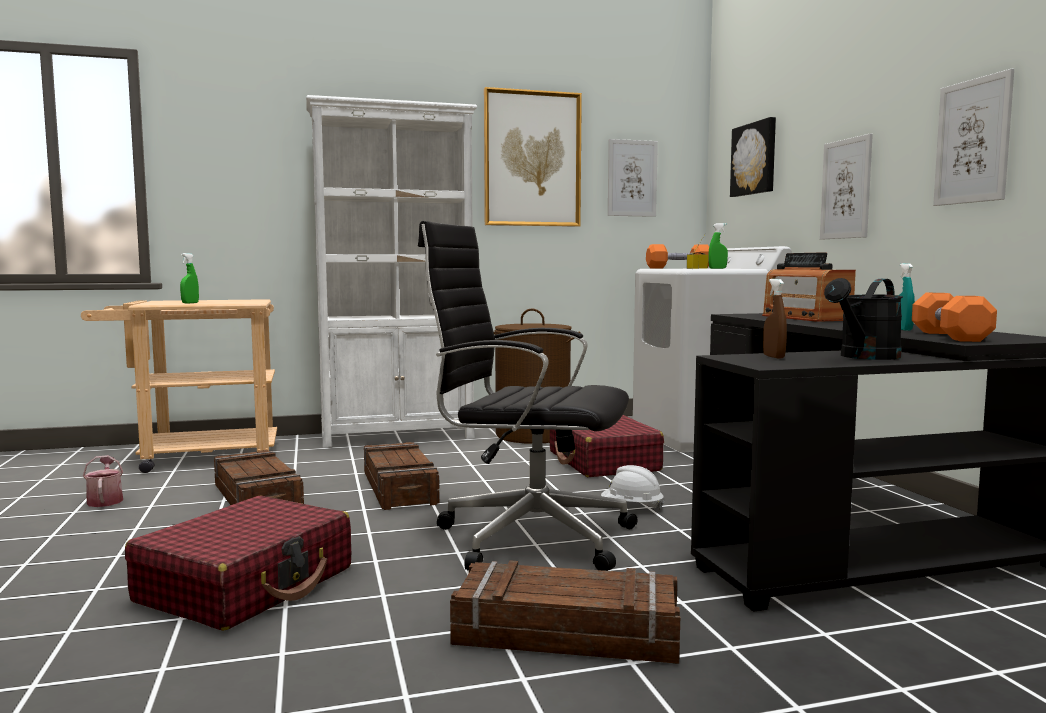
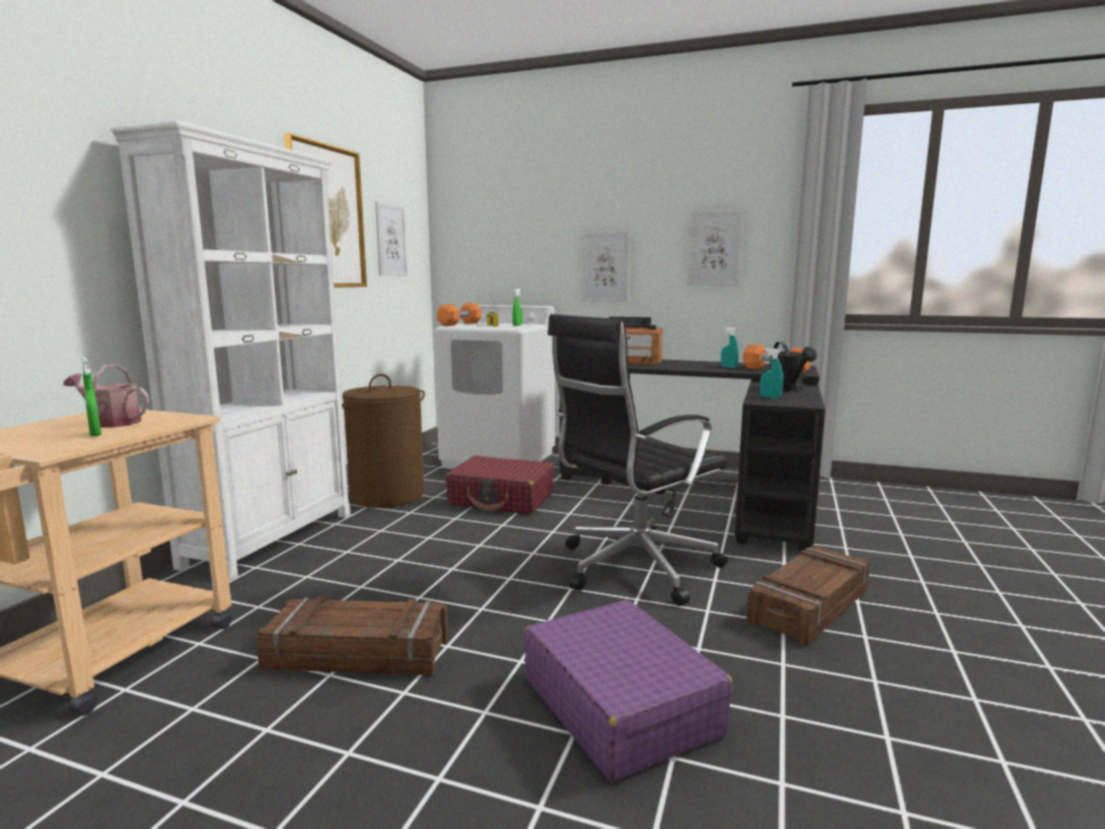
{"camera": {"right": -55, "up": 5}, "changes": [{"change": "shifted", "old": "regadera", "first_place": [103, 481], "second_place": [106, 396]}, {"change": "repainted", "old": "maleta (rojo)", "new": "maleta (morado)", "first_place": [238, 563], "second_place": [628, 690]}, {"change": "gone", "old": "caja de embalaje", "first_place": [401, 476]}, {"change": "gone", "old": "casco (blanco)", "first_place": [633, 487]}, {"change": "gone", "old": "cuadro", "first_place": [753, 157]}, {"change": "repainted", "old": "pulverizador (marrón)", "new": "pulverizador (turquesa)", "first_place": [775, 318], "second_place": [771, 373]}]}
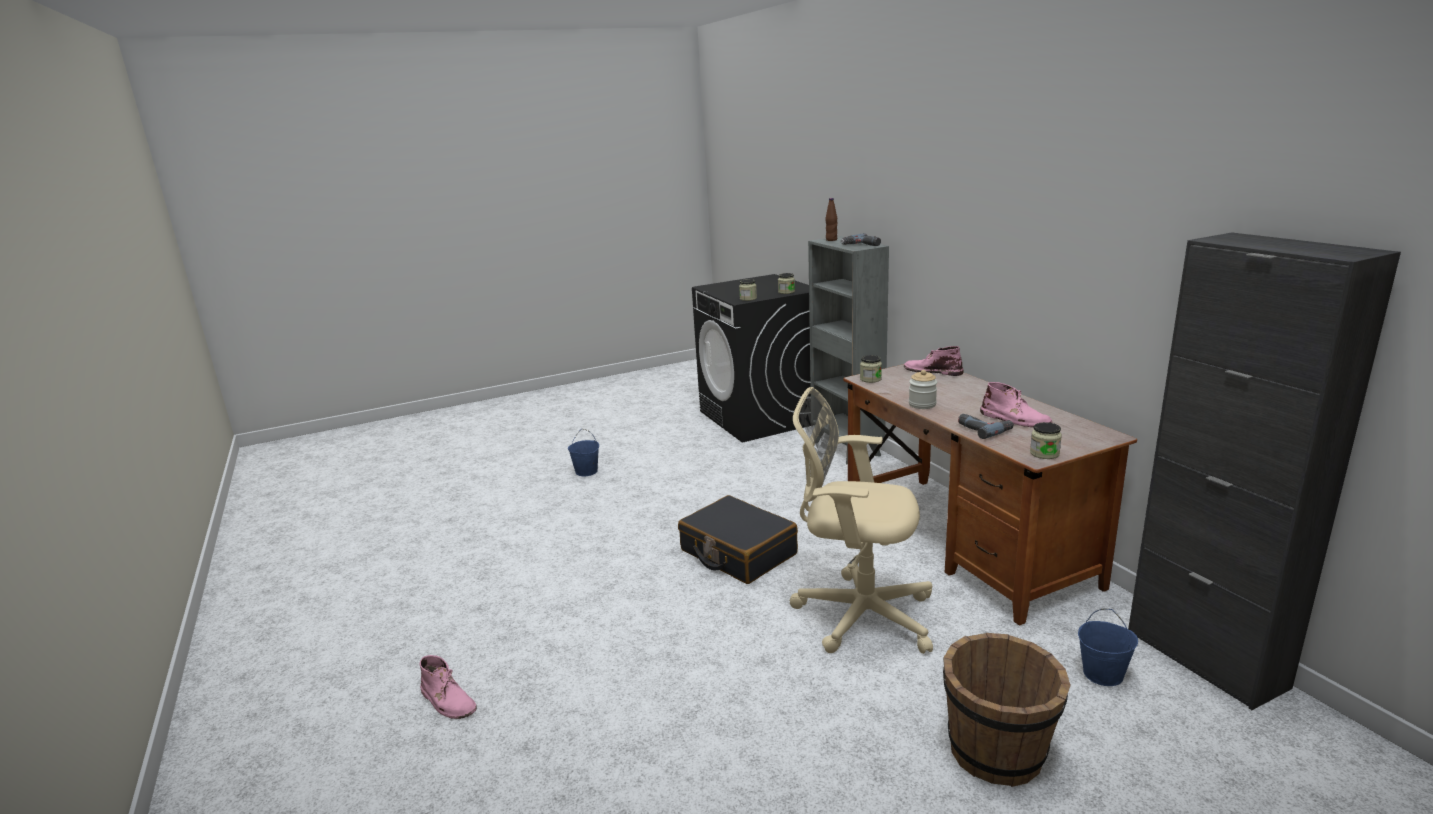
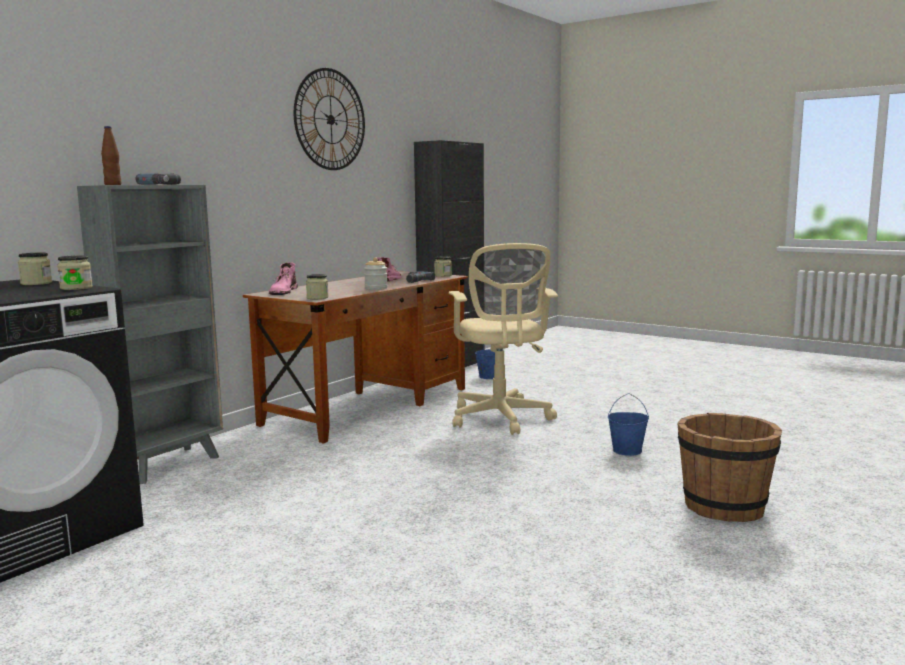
{"camera": {"right": -120, "up": -10}, "changes": [{"change": "gone", "old": "bota (rosa)", "first_place": [448, 687]}, {"change": "shifted", "old": "cubo (azul)", "first_place": [583, 452], "second_place": [628, 424]}, {"change": "gone", "old": "maleta (negro)", "first_place": [738, 539]}, {"change": "shifted", "old": "cubo (marrón)", "first_place": [1007, 710], "second_place": [729, 467]}, {"change": "new", "new": "reloj de pared", "second_place": [329, 119]}]}
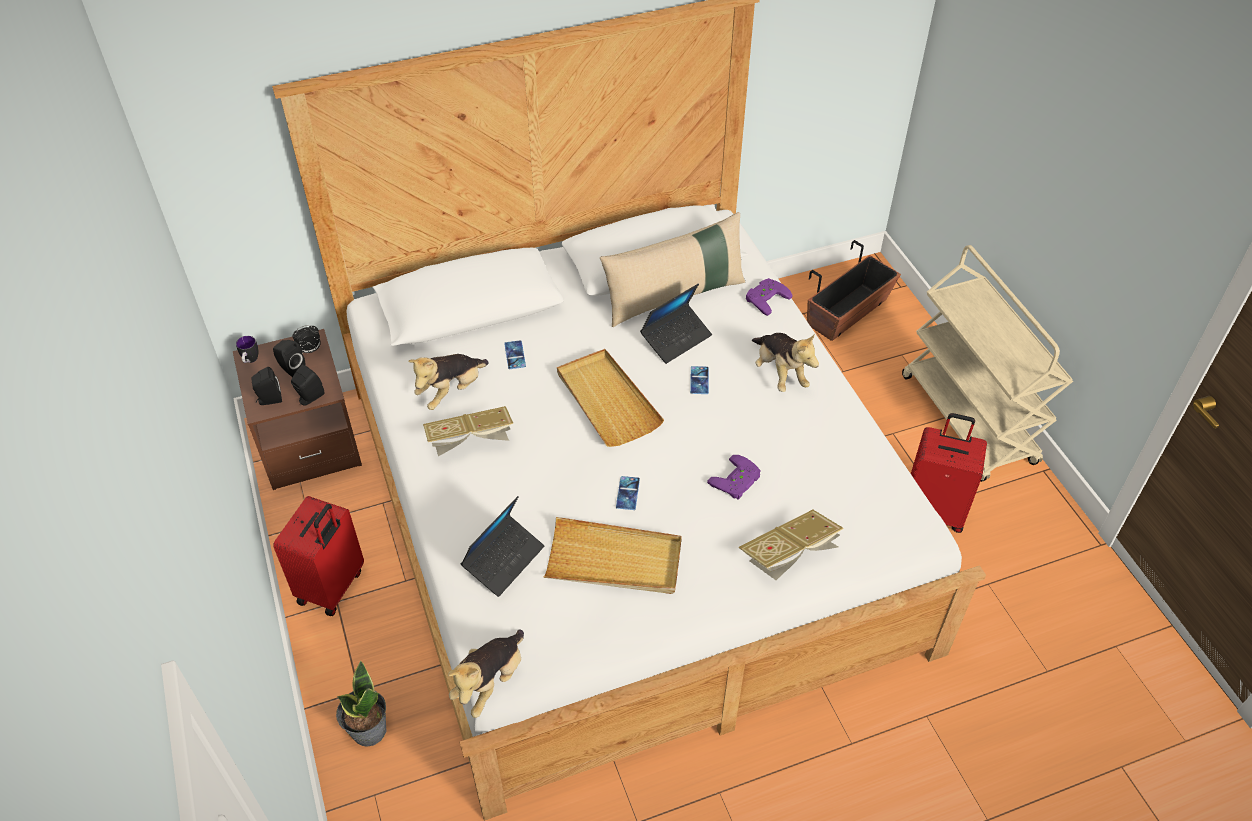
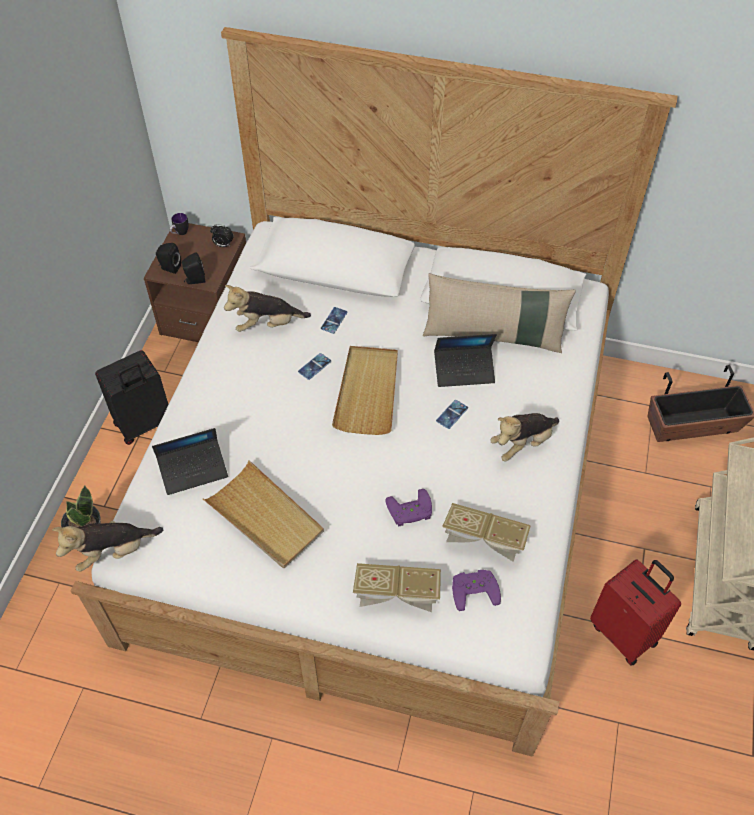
{"camera": {"right": 35, "up": 5}, "changes": [{"change": "gone", "old": "altavoz (negro)", "first_place": [289, 358]}, {"change": "repainted", "old": "maleta (rojo)", "new": "maleta (negro)", "first_place": [318, 556], "second_place": [132, 397]}, {"change": "shifted", "old": "libro", "first_place": [468, 431], "second_place": [486, 532]}, {"change": "shifted", "old": "móvil", "first_place": [628, 493], "second_place": [314, 366]}, {"change": "shifted", "old": "mando de consola (morado)", "first_place": [769, 297], "second_place": [476, 590]}, {"change": "rotated", "old": "peluche", "first_place": [785, 362], "second_place": [524, 437], "degrees": 45}]}
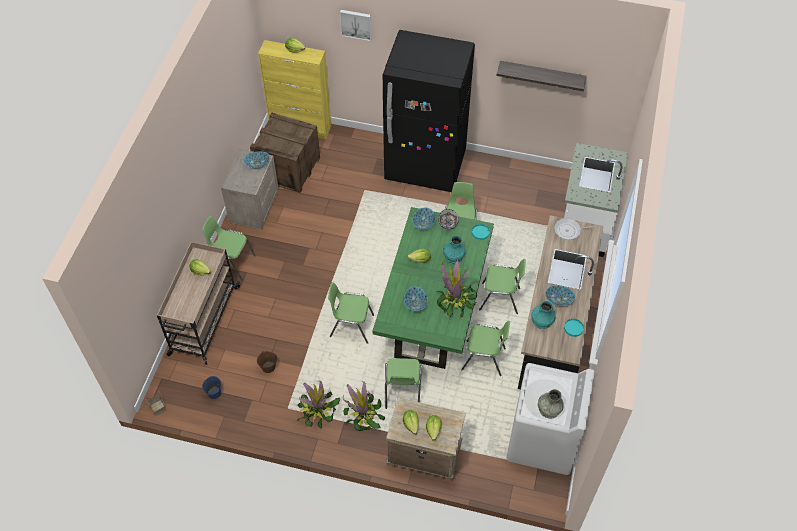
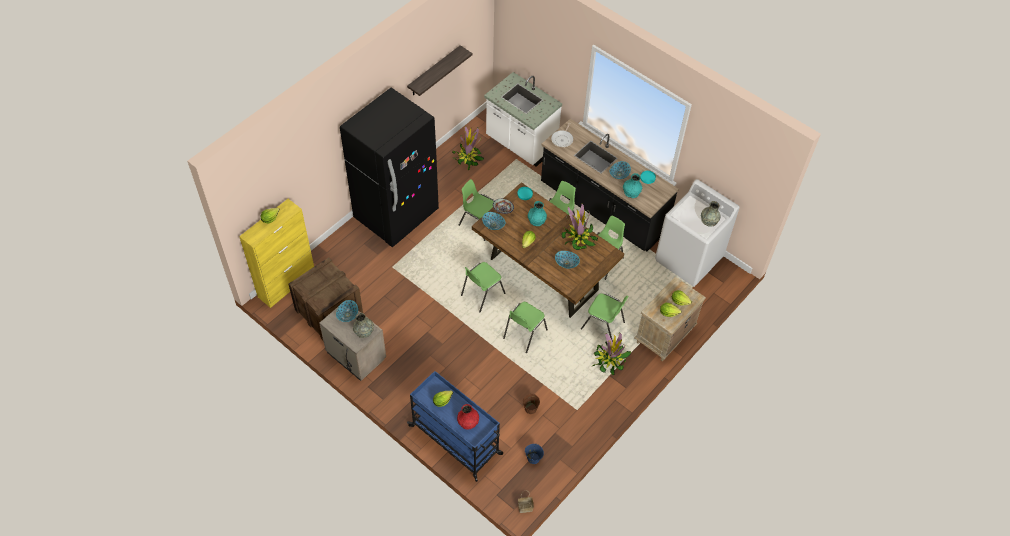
{"camera": {"right": -65, "up": 0}, "changes": [{"change": "repainted", "old": "carrito (beis)", "new": "carrito (azul)", "first_place": [198, 303], "second_place": [455, 426]}, {"change": "shifted", "old": "silla (verde)", "first_place": [229, 248], "second_place": [483, 287]}, {"change": "shifted", "old": "planta en maceta", "first_place": [318, 405], "second_place": [468, 148]}, {"change": "gone", "old": "cuadro", "first_place": [356, 25]}, {"change": "repainted", "old": "mesa de comedor (verde)", "new": "mesa de comedor (marrón)", "first_place": [433, 288], "second_place": [548, 250]}, {"change": "new", "new": "florero (gris)", "second_place": [363, 325]}, {"change": "new", "new": "florero (rojo)", "second_place": [468, 417]}]}
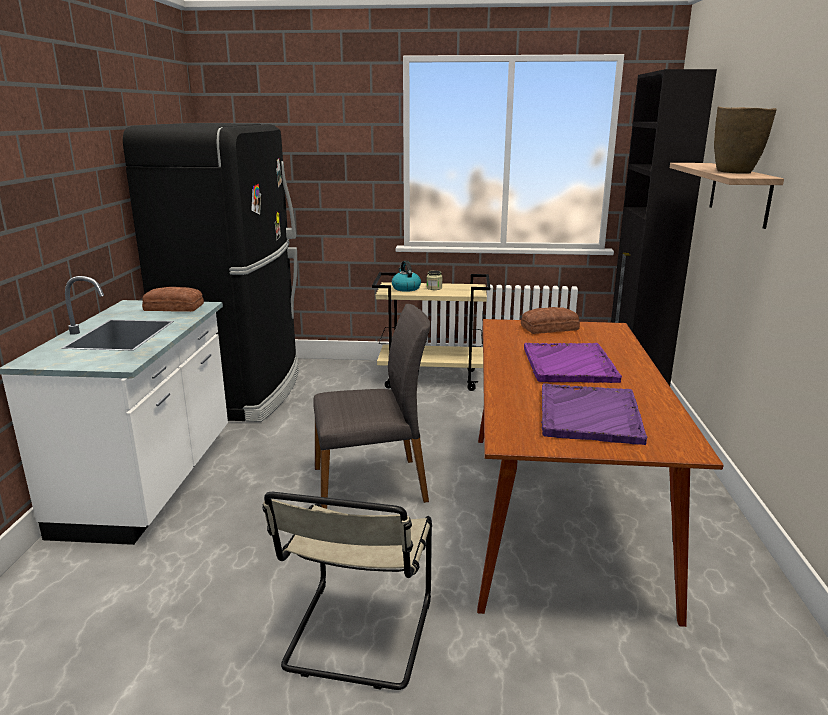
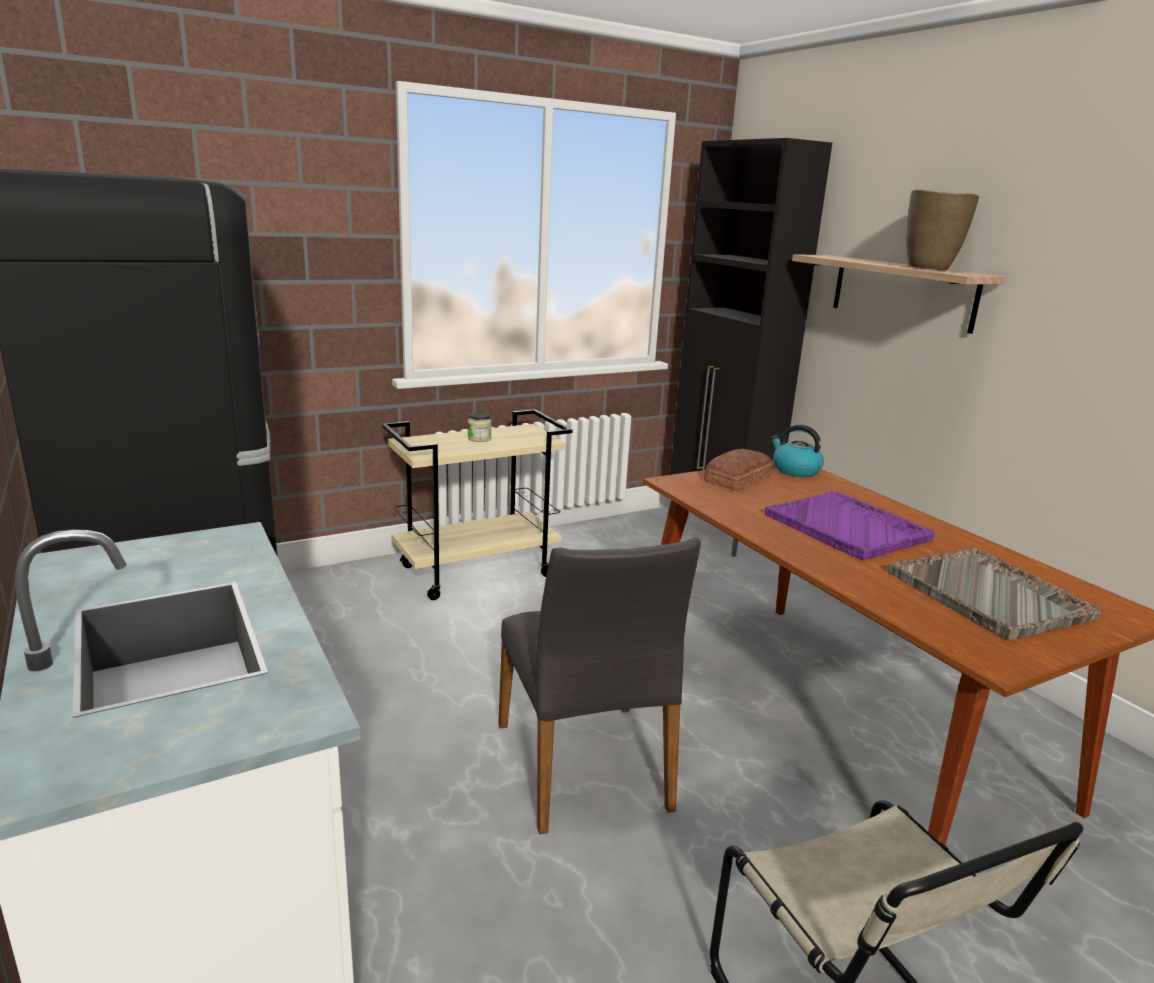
{"camera": {"right": -35, "up": 0}, "changes": [{"change": "gone", "old": "pan", "first_place": [173, 299]}, {"change": "rotated", "old": "silla (gris)", "first_place": [372, 406], "second_place": [599, 685], "degrees": 120}, {"change": "shifted", "old": "hervidor", "first_place": [406, 276], "second_place": [797, 451]}, {"change": "repainted", "old": "bandeja (morado)", "new": "bandeja (gris)", "first_place": [594, 414], "second_place": [995, 594]}]}
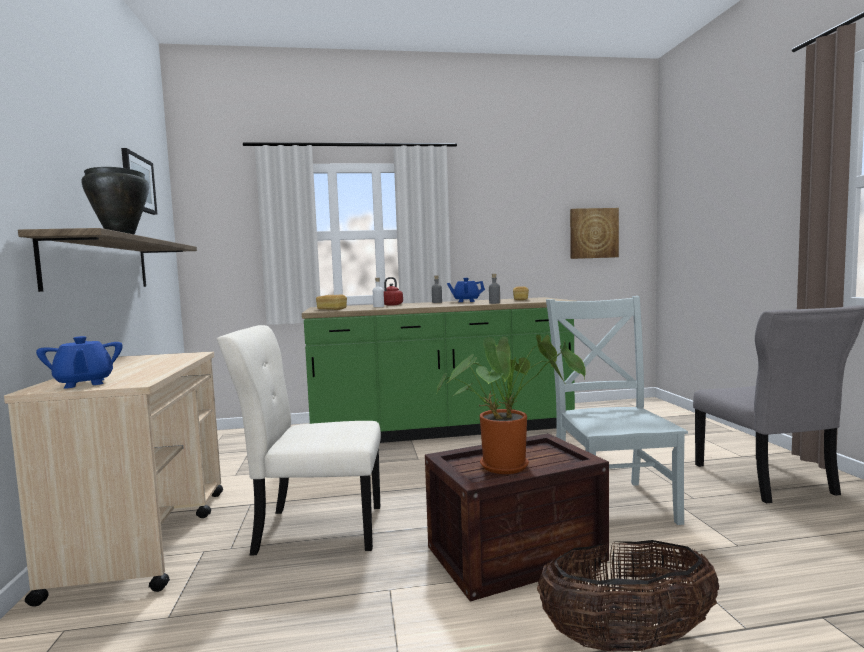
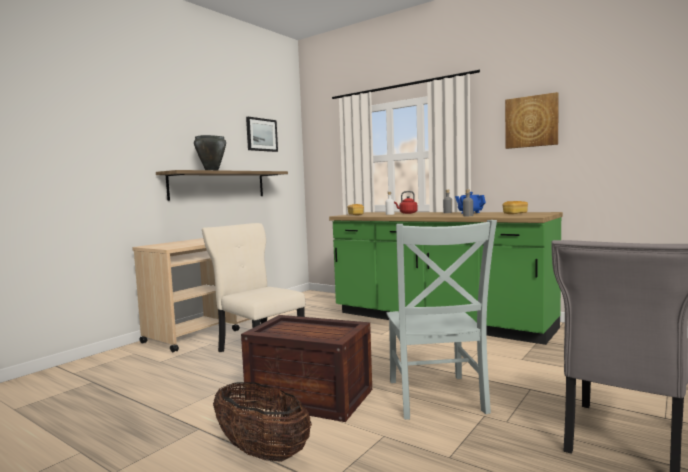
{"camera": {"right": 45, "up": 0}, "changes": [{"change": "gone", "old": "tetera (azul)", "first_place": [79, 362]}, {"change": "gone", "old": "planta en maceta", "first_place": [511, 404]}, {"change": "rotated", "old": "silla (gris)", "first_place": [617, 410], "second_place": [442, 320], "degrees": 135}, {"change": "shifted", "old": "cuadro", "first_place": [594, 233], "second_place": [532, 120]}]}
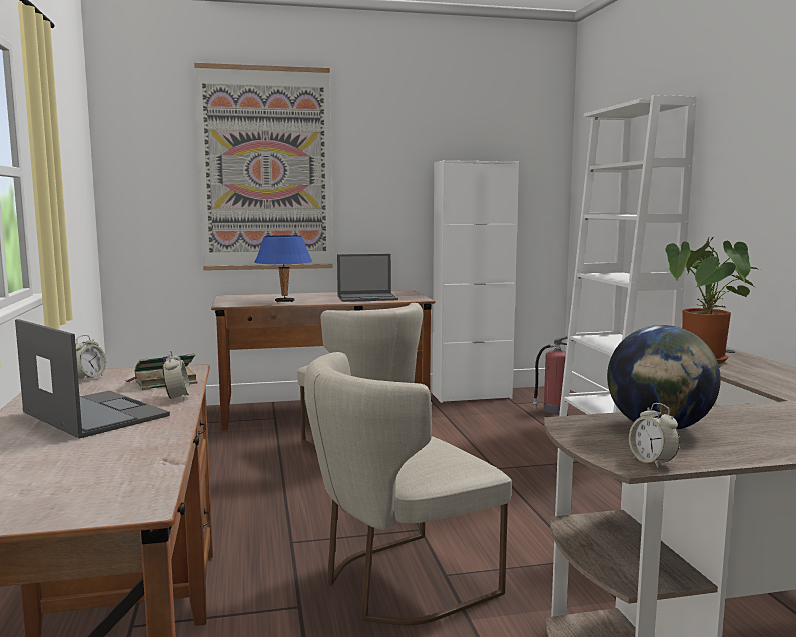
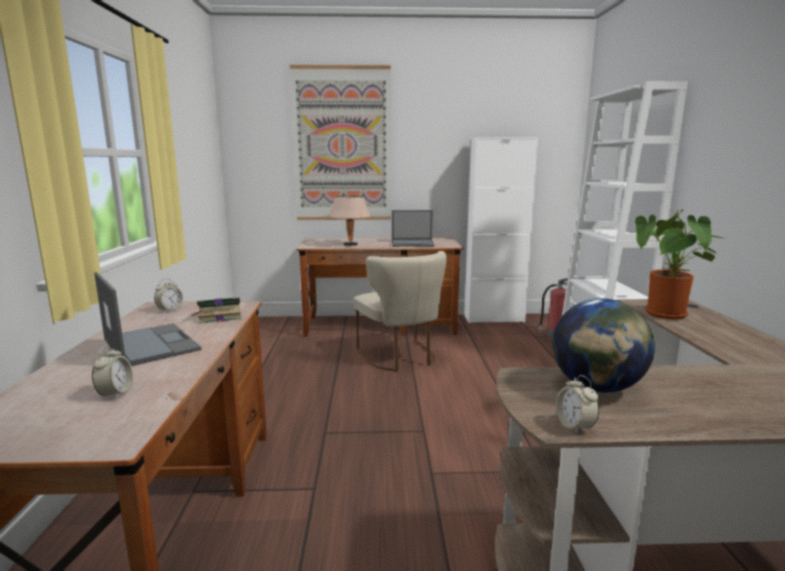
{"camera": {"right": 10, "up": 5}, "changes": [{"change": "shifted", "old": "despertador", "first_place": [176, 375], "second_place": [112, 373]}, {"change": "repainted", "old": "lámpara de mesa (azul)", "new": "lámpara de mesa (beis)", "first_place": [283, 268], "second_place": [350, 221]}, {"change": "gone", "old": "silla (beis)", "first_place": [408, 488]}]}
